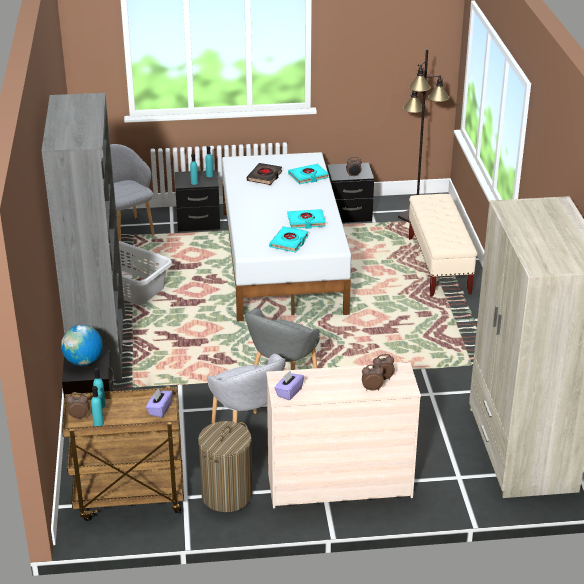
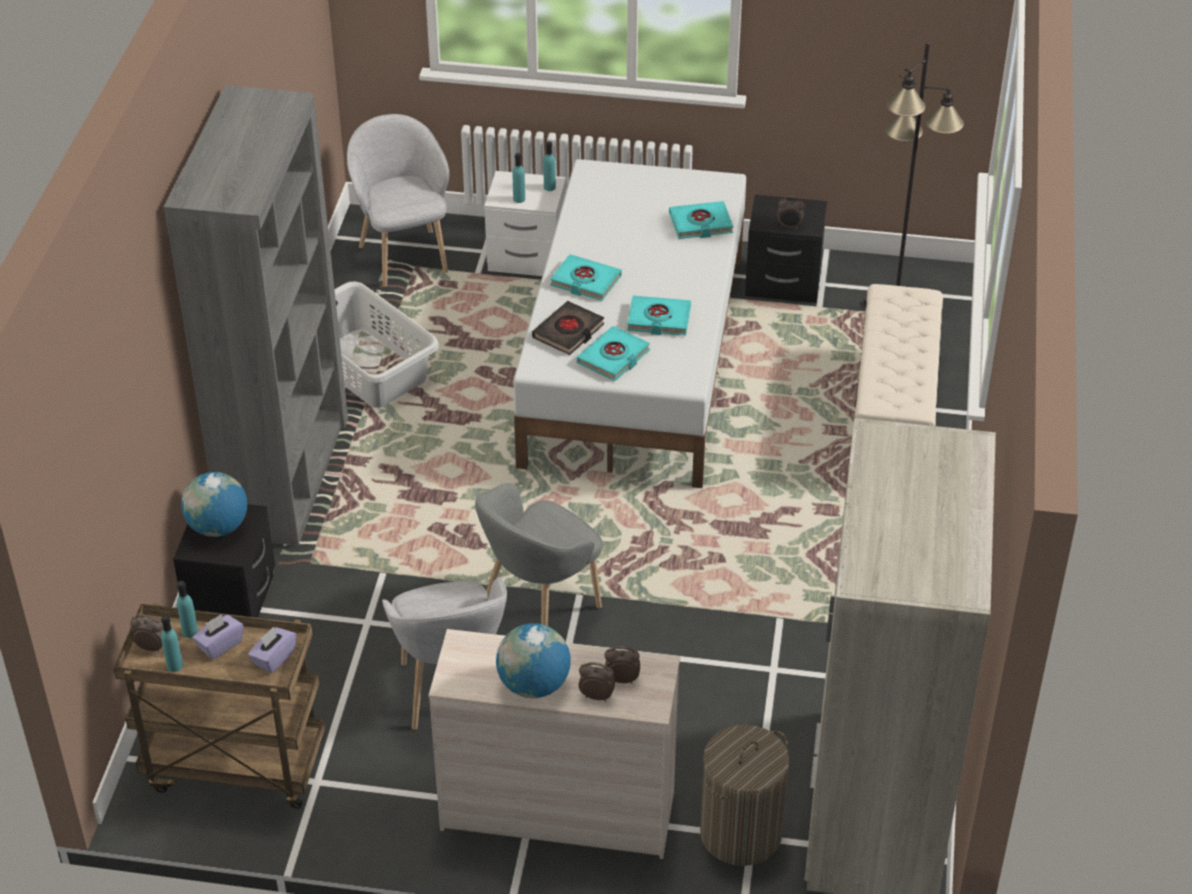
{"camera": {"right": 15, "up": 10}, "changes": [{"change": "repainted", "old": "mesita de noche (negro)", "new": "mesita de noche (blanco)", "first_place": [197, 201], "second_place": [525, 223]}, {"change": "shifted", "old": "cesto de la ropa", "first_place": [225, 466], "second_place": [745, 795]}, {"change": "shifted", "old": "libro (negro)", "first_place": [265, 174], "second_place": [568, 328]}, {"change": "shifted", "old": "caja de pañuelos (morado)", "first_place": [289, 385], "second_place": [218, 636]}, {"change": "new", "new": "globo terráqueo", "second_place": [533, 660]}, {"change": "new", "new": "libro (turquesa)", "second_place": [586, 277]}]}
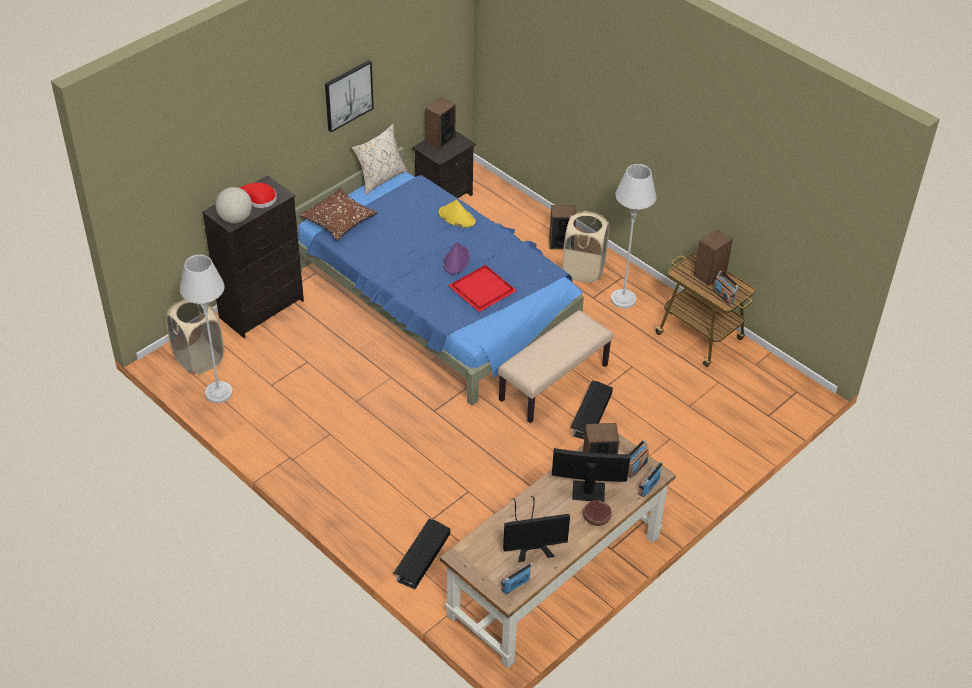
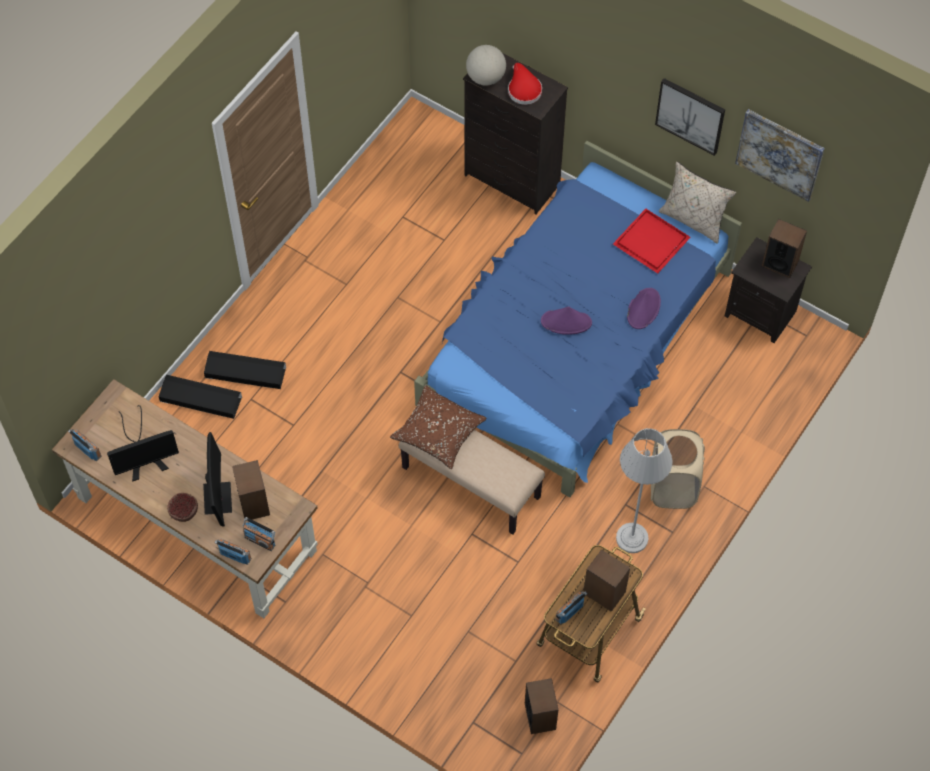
{"camera": {"right": 80, "up": 15}, "changes": [{"change": "gone", "old": "cesto de la ropa (beis)", "first_place": [195, 336]}, {"change": "gone", "old": "lámpara de pie (gris)", "first_place": [206, 329]}, {"change": "shifted", "old": "cojín (marrón)", "first_place": [338, 214], "second_place": [438, 427]}, {"change": "repainted", "old": "sombrero (amarillo)", "new": "sombrero (morado)", "first_place": [457, 213], "second_place": [644, 308]}, {"change": "shifted", "old": "bandeja (rojo)", "first_place": [482, 288], "second_place": [652, 240]}, {"change": "rotated", "old": "monitor", "first_place": [536, 529], "second_place": [143, 443], "degrees": -90}, {"change": "shifted", "old": "altavoz", "first_place": [562, 227], "second_place": [541, 706]}, {"change": "shifted", "old": "caja de almacenaje (negro)", "first_place": [591, 410], "second_place": [245, 370]}, {"change": "new", "new": "cuadro", "second_place": [780, 155]}]}
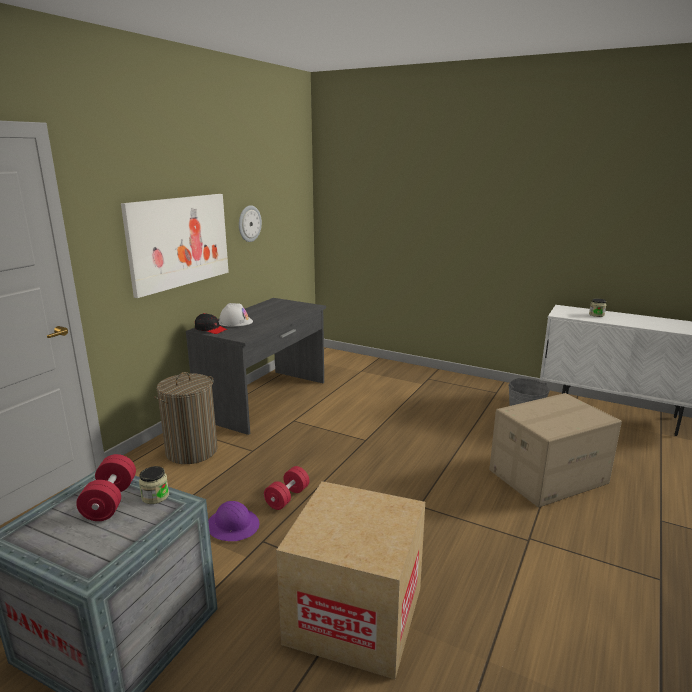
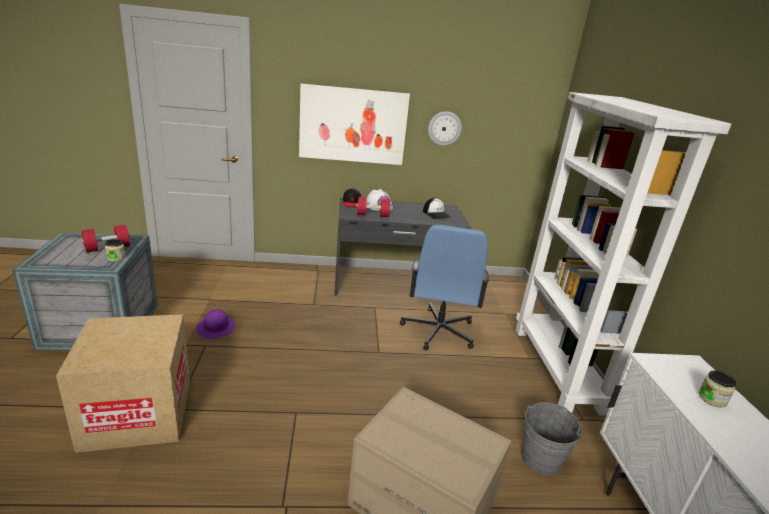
{"camera": {"right": 55, "up": 5}, "changes": [{"change": "gone", "old": "cesto de la ropa", "first_place": [186, 418]}, {"change": "shifted", "old": "mancuerna (rojo)", "first_place": [286, 488], "second_place": [373, 207]}, {"change": "new", "new": "silla de oficina (azul)", "second_place": [444, 287]}, {"change": "new", "new": "gorra", "second_place": [437, 208]}, {"change": "new", "new": "estantería (blanco)", "second_place": [624, 254]}]}
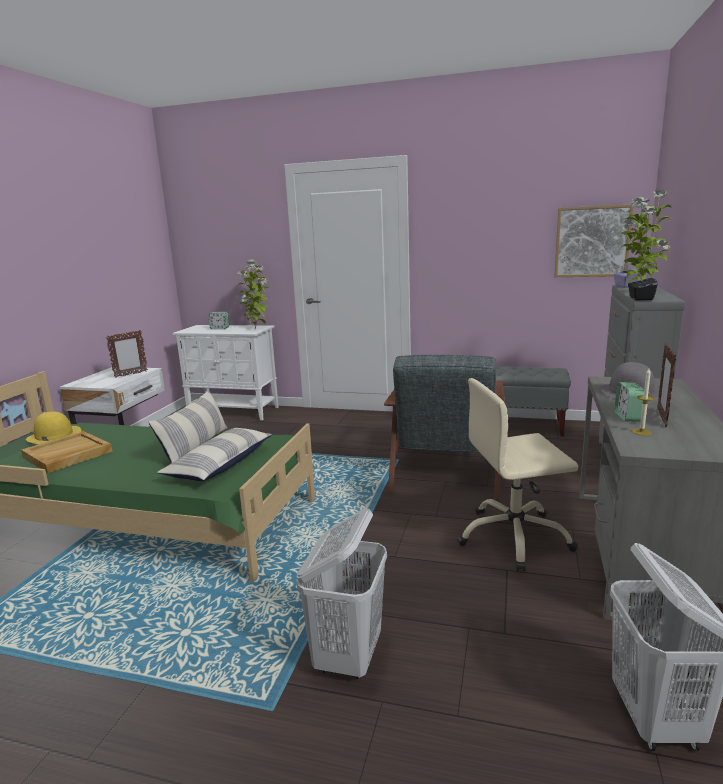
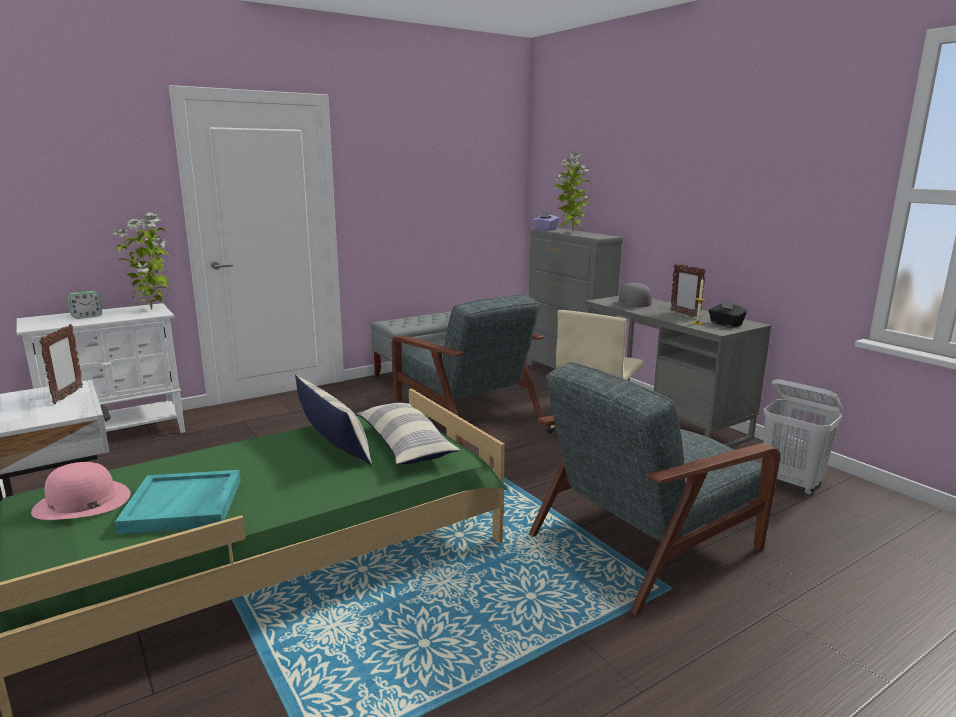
{"camera": {"right": -50, "up": 0}, "changes": [{"change": "repainted", "old": "bandeja (beis)", "new": "bandeja (turquesa)", "first_place": [66, 452], "second_place": [178, 502]}, {"change": "repainted", "old": "sombrero (amarillo)", "new": "sombrero (rosa)", "first_place": [53, 428], "second_place": [81, 491]}, {"change": "swapped", "old": "cesto de la ropa (blanco)", "new": "sillón (gris)", "first_place": [341, 593], "second_place": [655, 488]}, {"change": "gone", "old": "cuadro", "first_place": [593, 240]}, {"change": "gone", "old": "despertador", "first_place": [629, 402]}, {"change": "shifted", "old": "caja de pañuelos (negro)", "first_place": [643, 286], "second_place": [728, 313]}]}
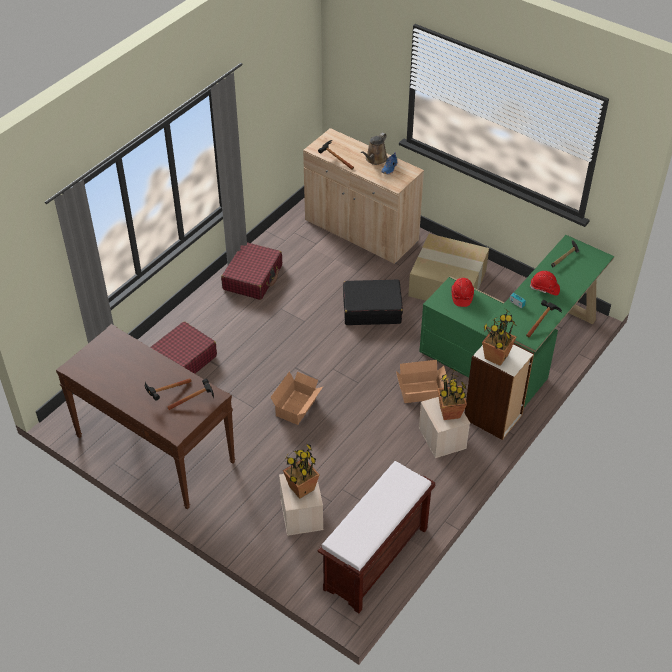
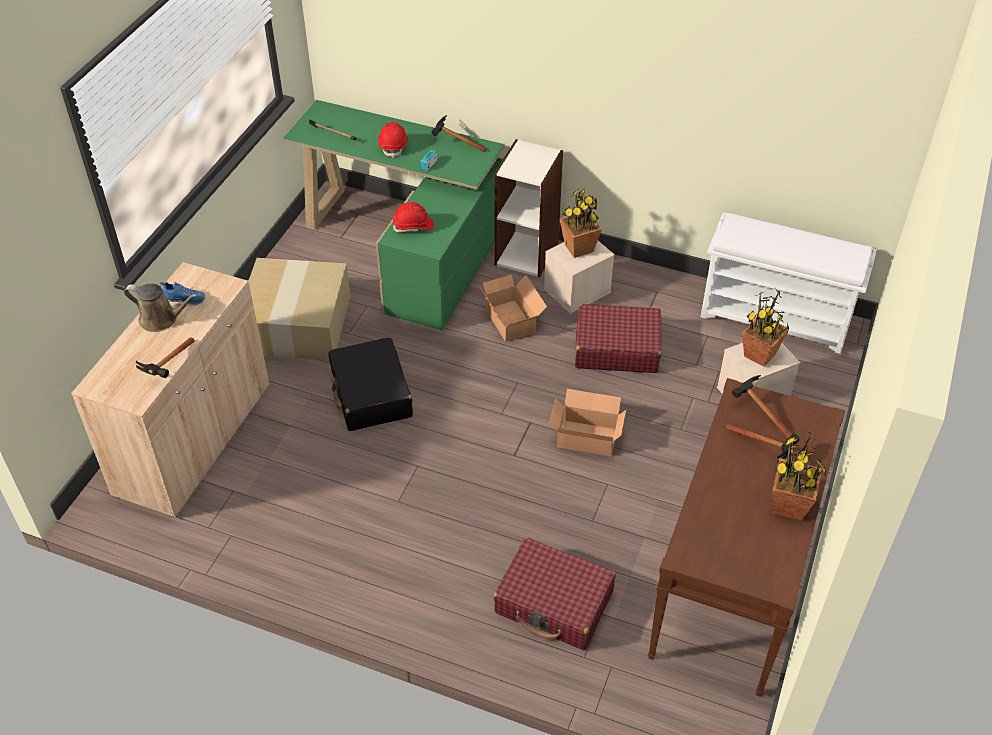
{"camera": {"right": -105, "up": 0}, "changes": [{"change": "shifted", "old": "maleta (rojo)", "first_place": [251, 271], "second_place": [618, 338]}, {"change": "repainted", "old": "banco (marrón)", "new": "banco (blanco)", "first_place": [376, 537], "second_place": [789, 283]}, {"change": "shifted", "old": "planta en maceta", "first_place": [499, 337], "second_place": [800, 476]}]}
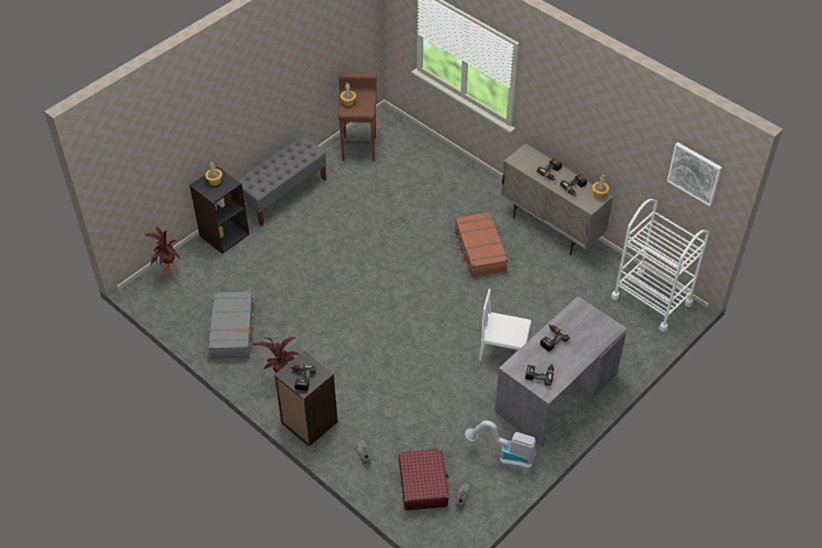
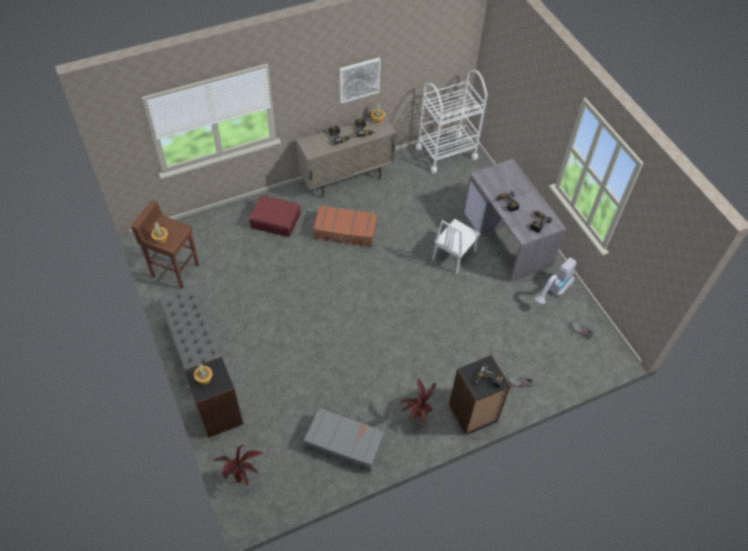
{"camera": {"right": -70, "up": 5}, "changes": [{"change": "shifted", "old": "maleta (rojo)", "first_place": [424, 479], "second_place": [274, 216]}, {"change": "shifted", "old": "cuadro", "first_place": [694, 174], "second_place": [360, 80]}]}
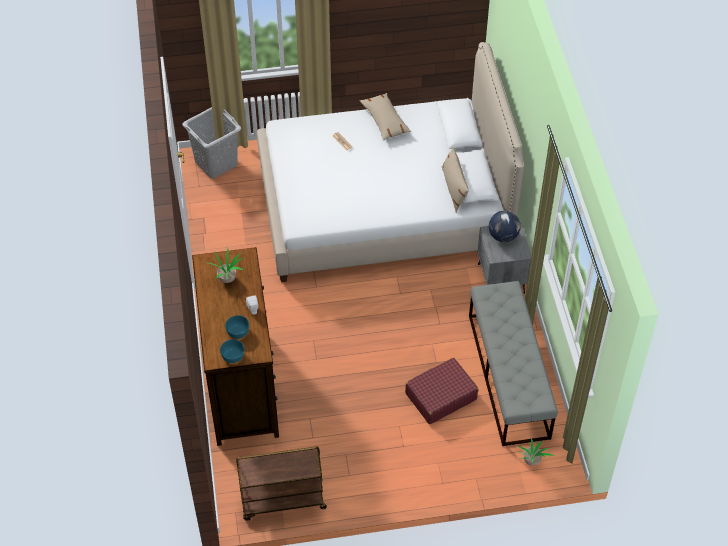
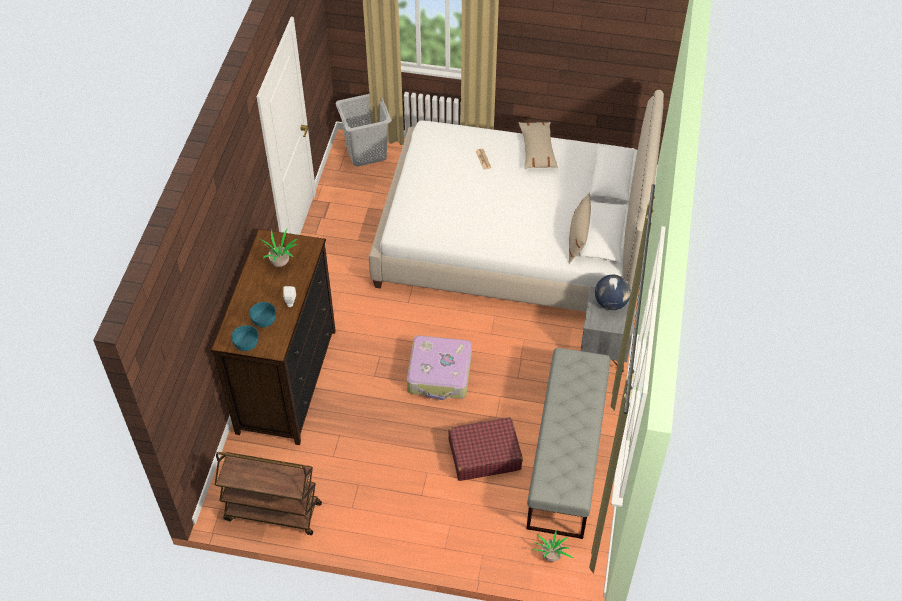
{"camera": {"right": 20, "up": 0}, "changes": [{"change": "new", "new": "maleta", "second_place": [439, 368]}]}
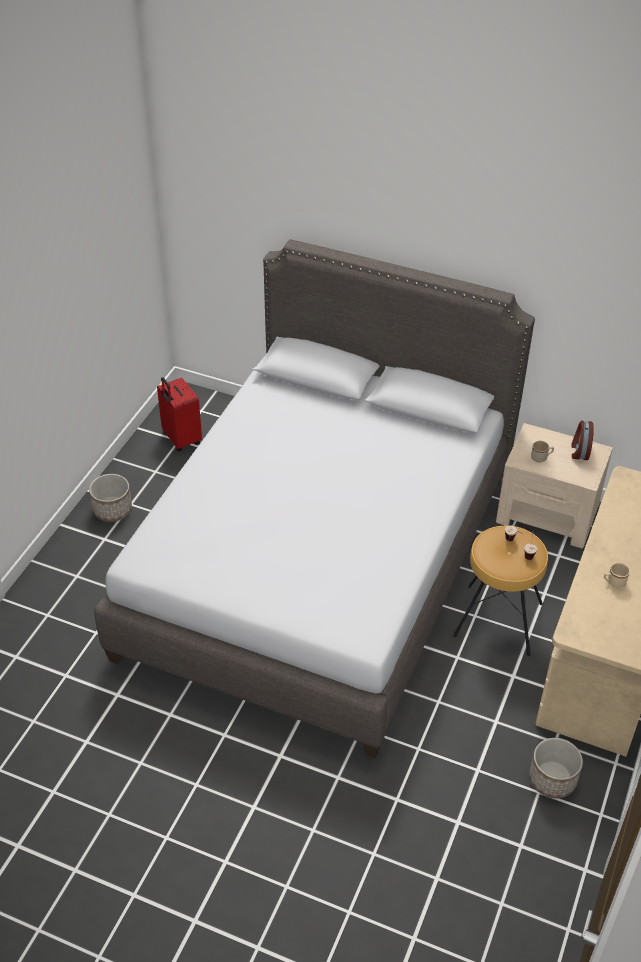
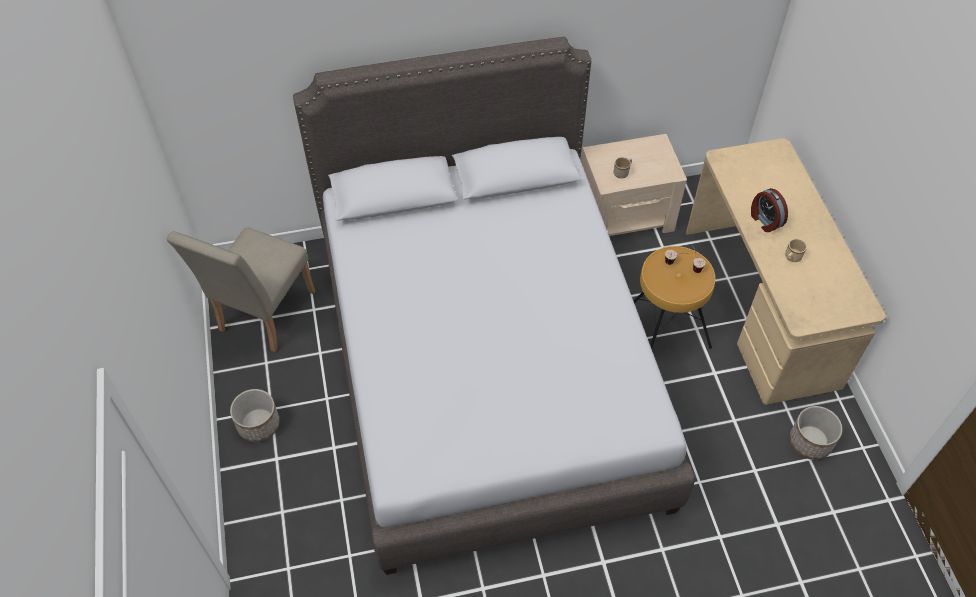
{"camera": {"right": -35, "up": 10}, "changes": [{"change": "swapped", "old": "maleta (rojo)", "new": "silla (beis)", "first_place": [179, 414], "second_place": [241, 290]}, {"change": "shifted", "old": "despertador", "first_place": [583, 440], "second_place": [769, 210]}]}
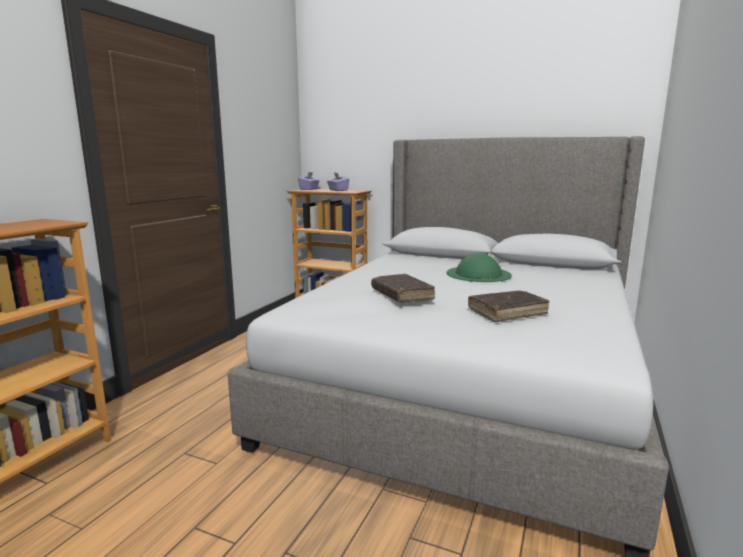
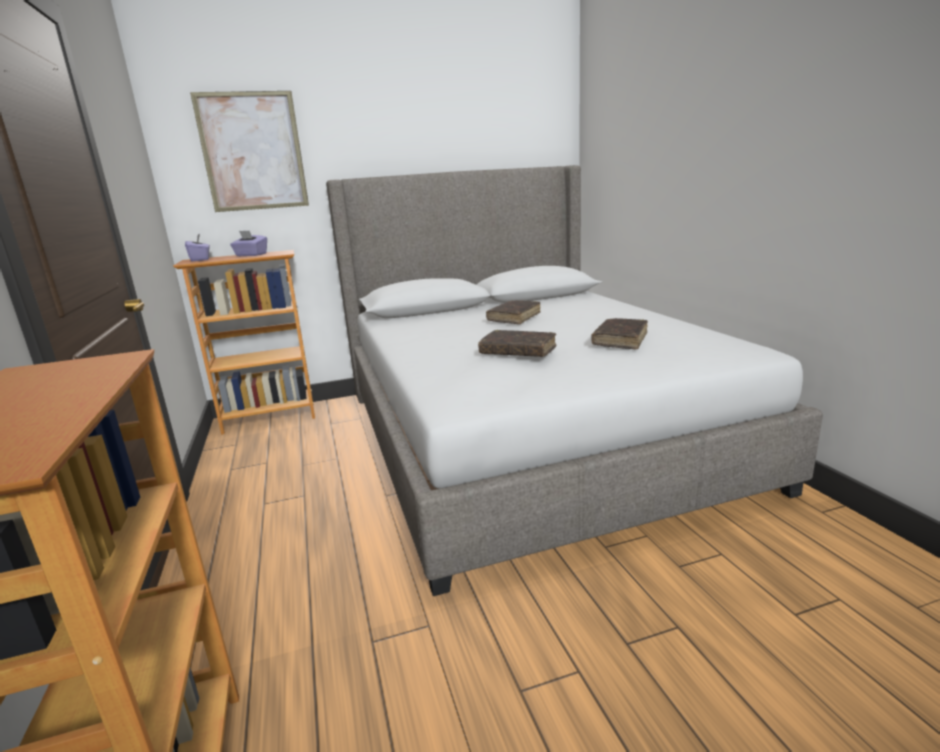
{"camera": {"right": -40, "up": 5}, "changes": [{"change": "swapped", "old": "sombrero (verde)", "new": "libro (marrón)", "first_place": [479, 267], "second_place": [513, 312]}, {"change": "new", "new": "cuadro", "second_place": [249, 151]}]}
